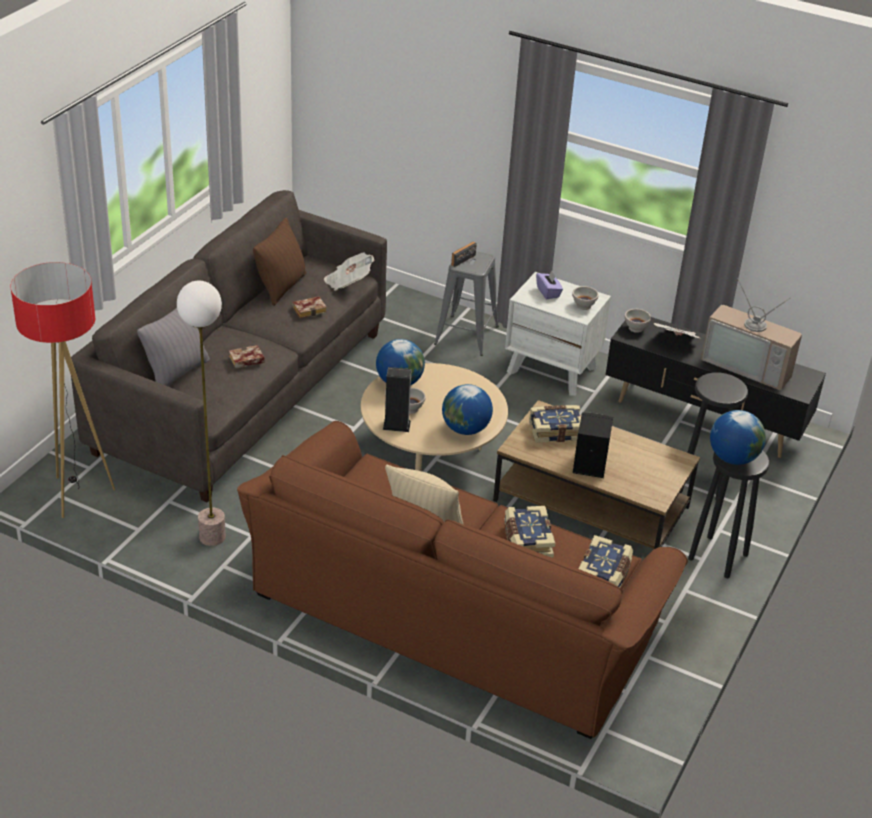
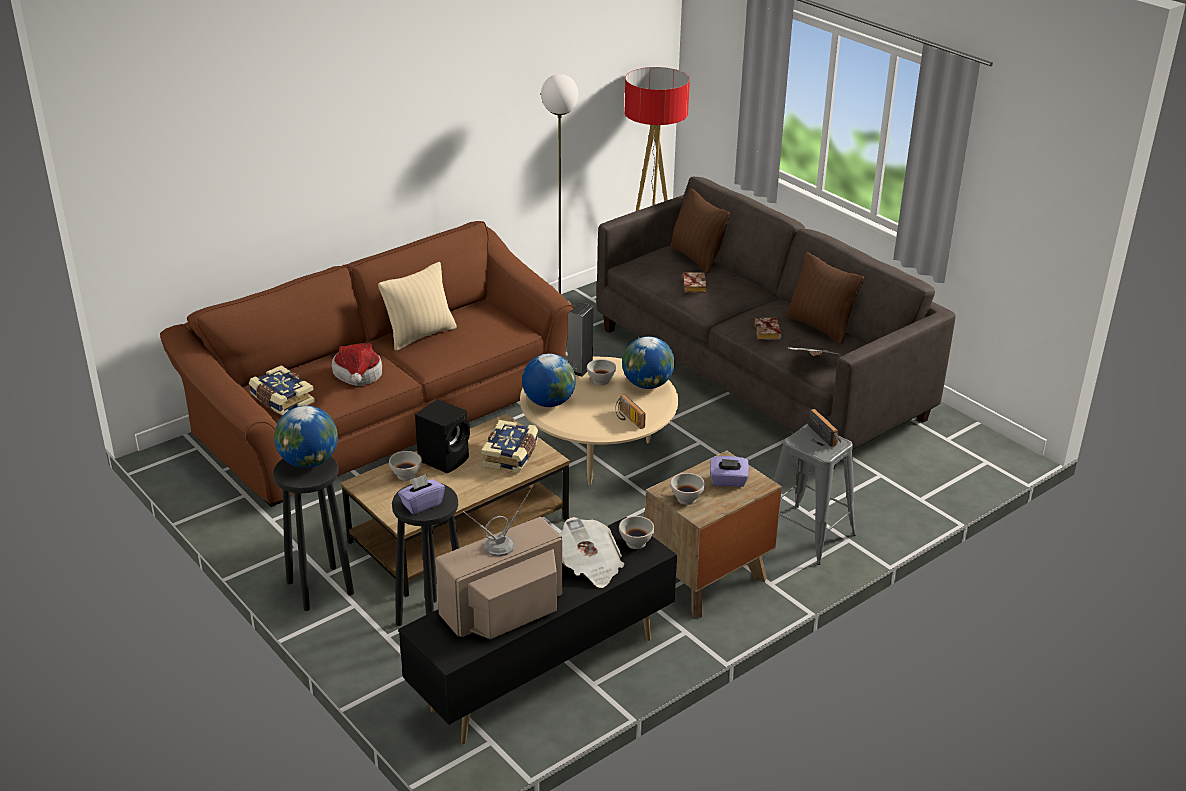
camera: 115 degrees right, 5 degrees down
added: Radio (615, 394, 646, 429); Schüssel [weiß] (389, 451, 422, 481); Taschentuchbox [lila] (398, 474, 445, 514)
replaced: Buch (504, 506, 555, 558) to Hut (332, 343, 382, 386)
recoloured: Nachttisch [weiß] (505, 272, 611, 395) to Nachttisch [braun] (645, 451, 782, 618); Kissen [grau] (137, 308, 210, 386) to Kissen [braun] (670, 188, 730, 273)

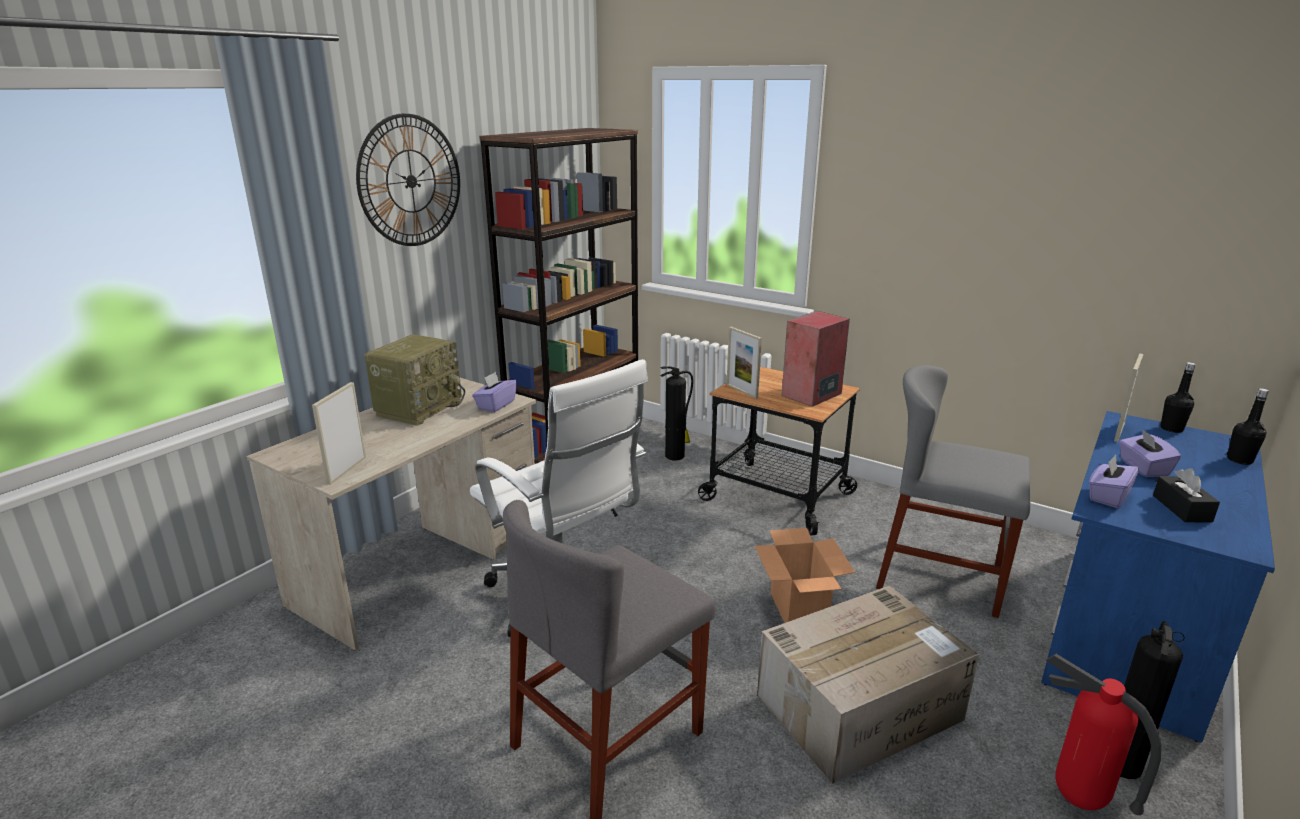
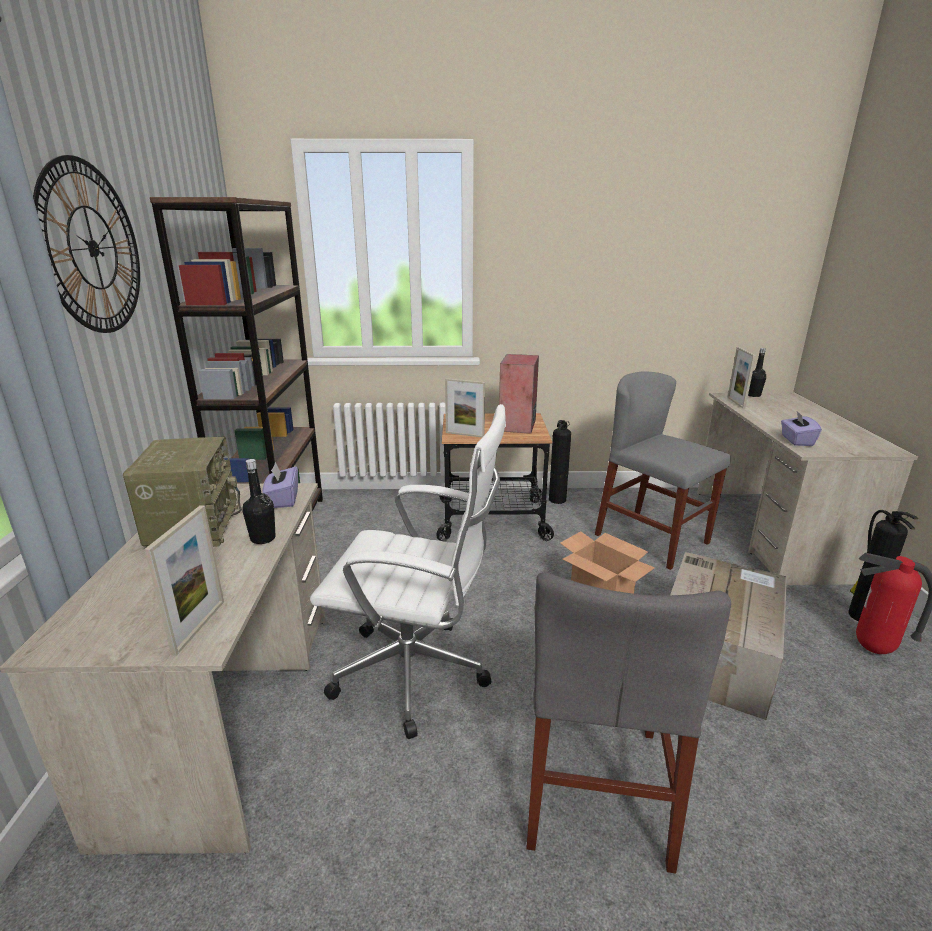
camera: 35 degrees left, 0 degrees up
removed: Taschentuchbox [lila] (1119, 429, 1181, 477); Taschentuchbox [schwarz] (1153, 468, 1220, 522)
moved: Feuerlöscher (660, 366, 693, 460) to (549, 420, 571, 504); Flasche [schwarz] (1227, 388, 1269, 465) to (242, 459, 276, 544)
recoloured: Schreibtisch [blau] (1041, 411, 1275, 743) to Schreibtisch [beige] (697, 392, 918, 585)
turned: Stuhl [grau] (876, 365, 1031, 618) = (595, 371, 731, 570) 60 degrees clockwise; Bilderrahmen (312, 382, 366, 485) = (144, 505, 224, 656) 150 degrees counterclockwise

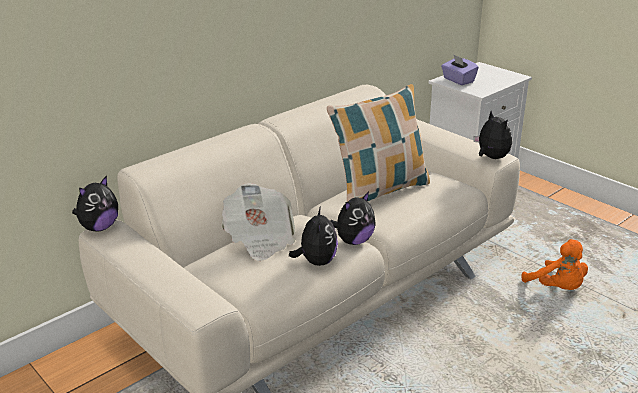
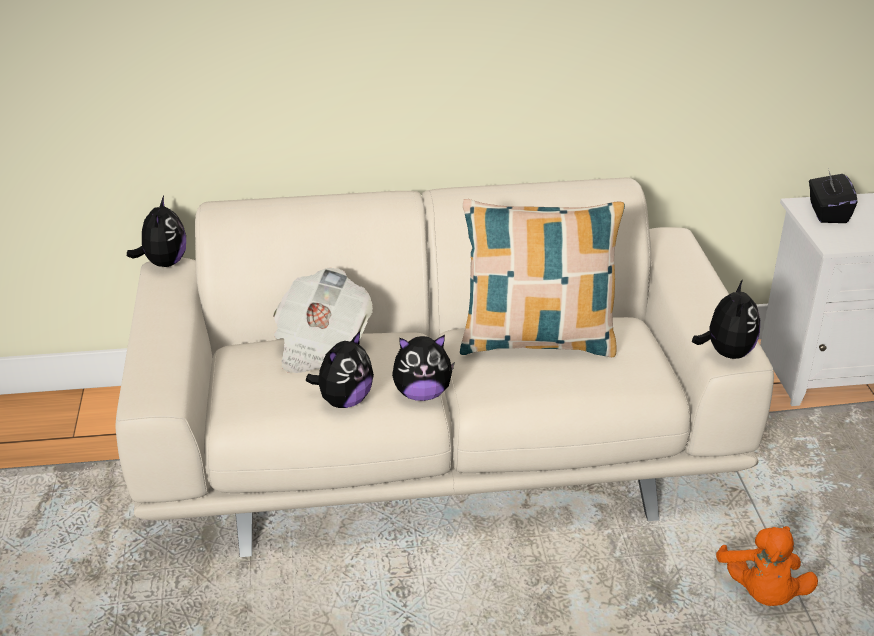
camera: 35 degrees right, 5 degrees up
recoloured: Taschentuchbox [lila] (441, 54, 479, 85) to Taschentuchbox [schwarz] (809, 168, 858, 223)
turned: Plüschtier (72, 175, 118, 231) = (127, 196, 186, 267) 75 degrees counterclockwise

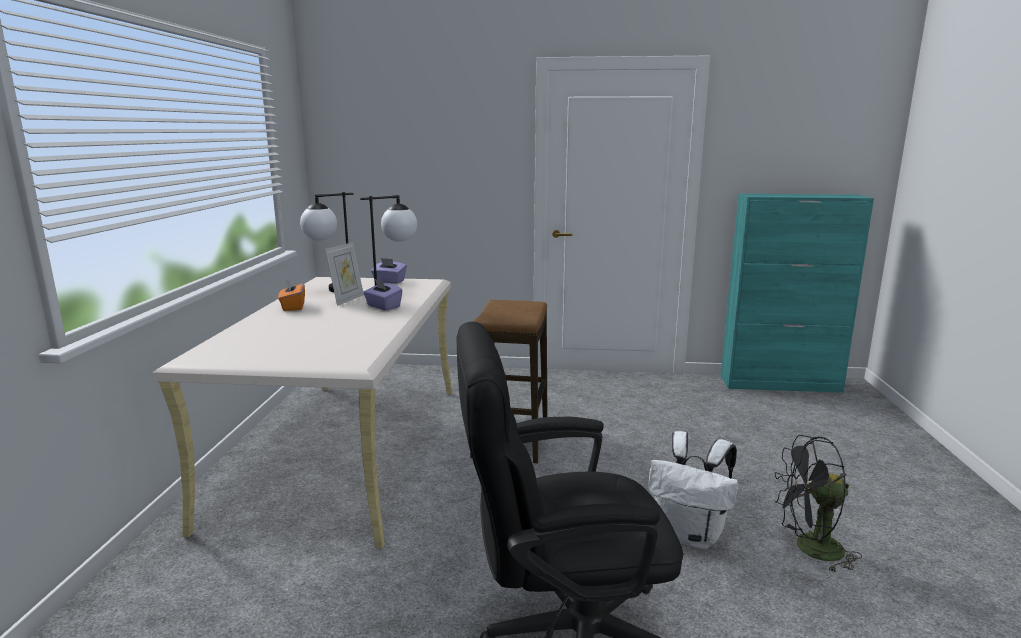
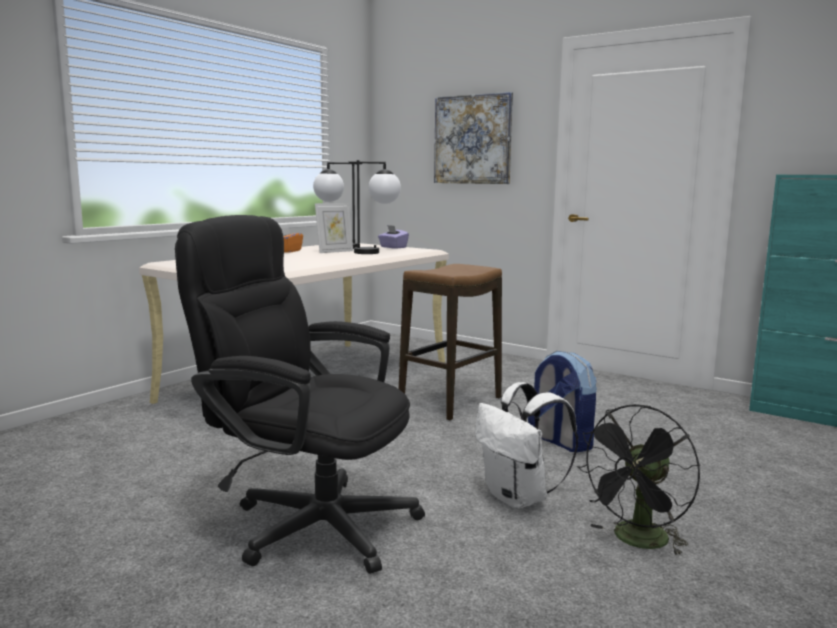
camera: 30 degrees right, 5 degrees down
removed: Taschentuchbox [lila] (363, 279, 402, 310)
added: Bild (434, 92, 513, 184); Rucksack (528, 351, 597, 452)
turned: Ventilator [schwarz] (775, 435, 862, 572) = (577, 404, 700, 557) 75 degrees counterclockwise

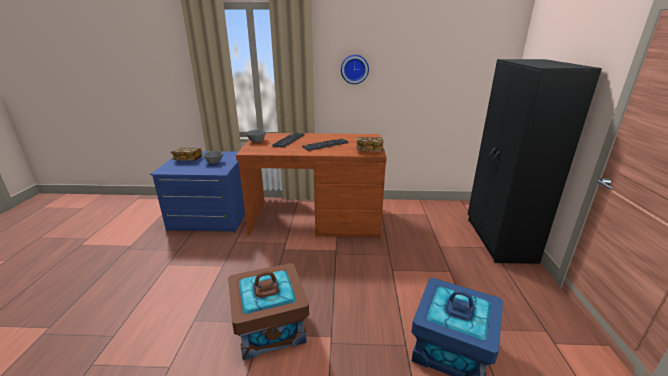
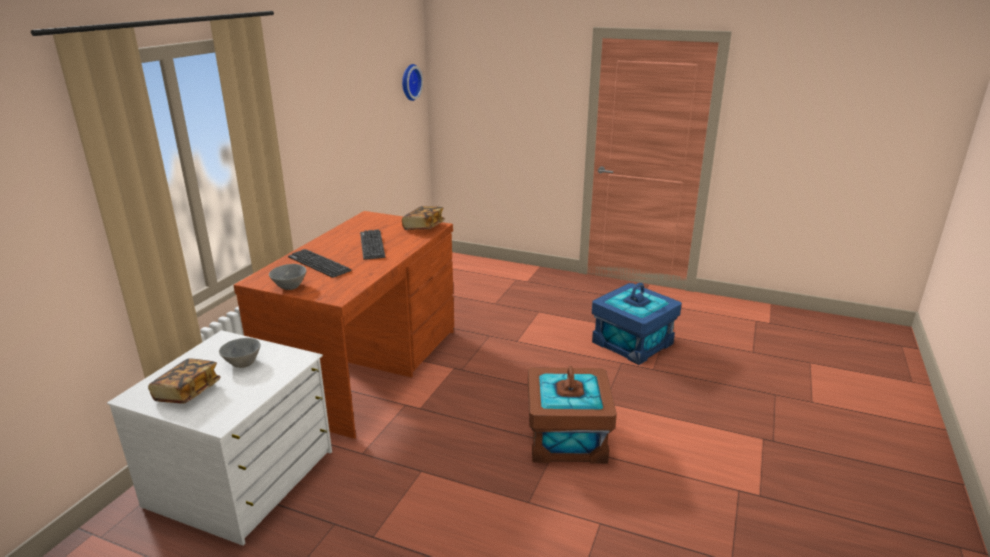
camera: 70 degrees left, 0 degrees up
removed: Kleiderschrank [schwarz] (468, 59, 602, 264)
moved: Wanduhr (341, 55, 369, 84) to (402, 64, 423, 101)
recoloured: Kommode [blau] (150, 151, 245, 233) to Kommode [weiß] (107, 330, 332, 546)

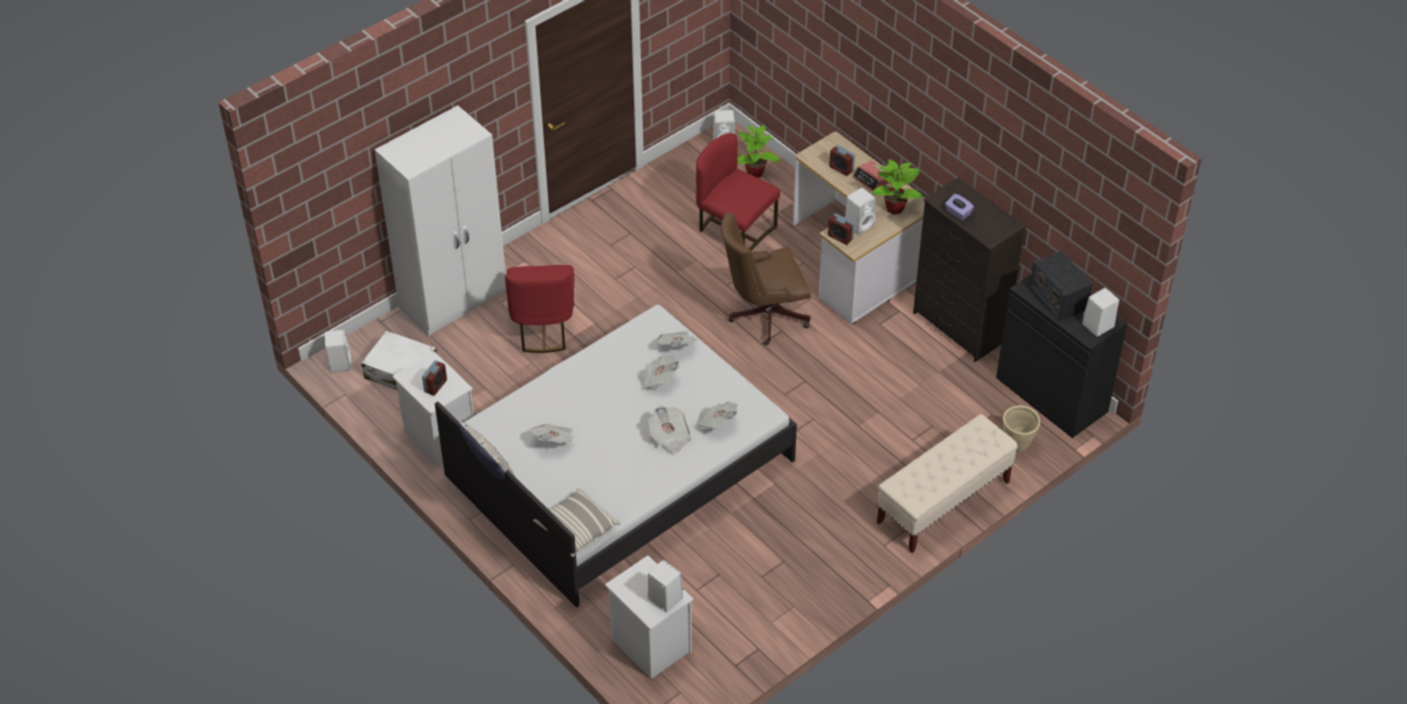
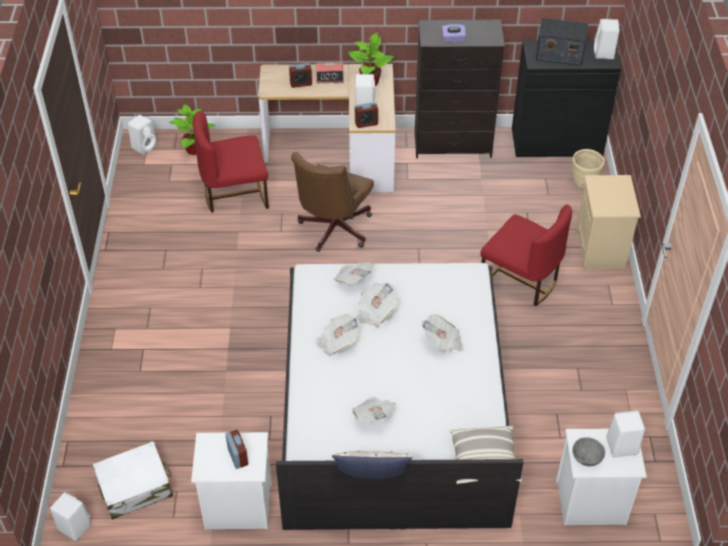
camera: 50 degrees left, 0 degrees up
removed: Kleiderschrank [weiß] (375, 105, 506, 336)
added: Schüssel [grau] (573, 437, 605, 466)
moved: Stuhl [rot] (505, 265, 574, 353) to (481, 204, 572, 306); Zeitung (696, 402, 738, 429) to (315, 313, 360, 356)
replaced: Bank [beige] (877, 414, 1018, 553) to Nachttisch [beige] (576, 175, 641, 270)

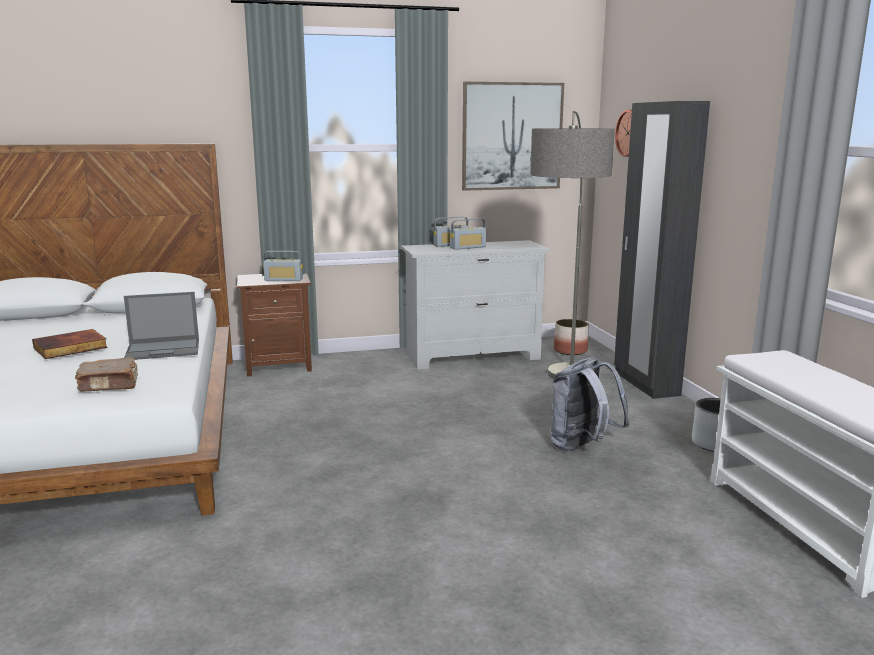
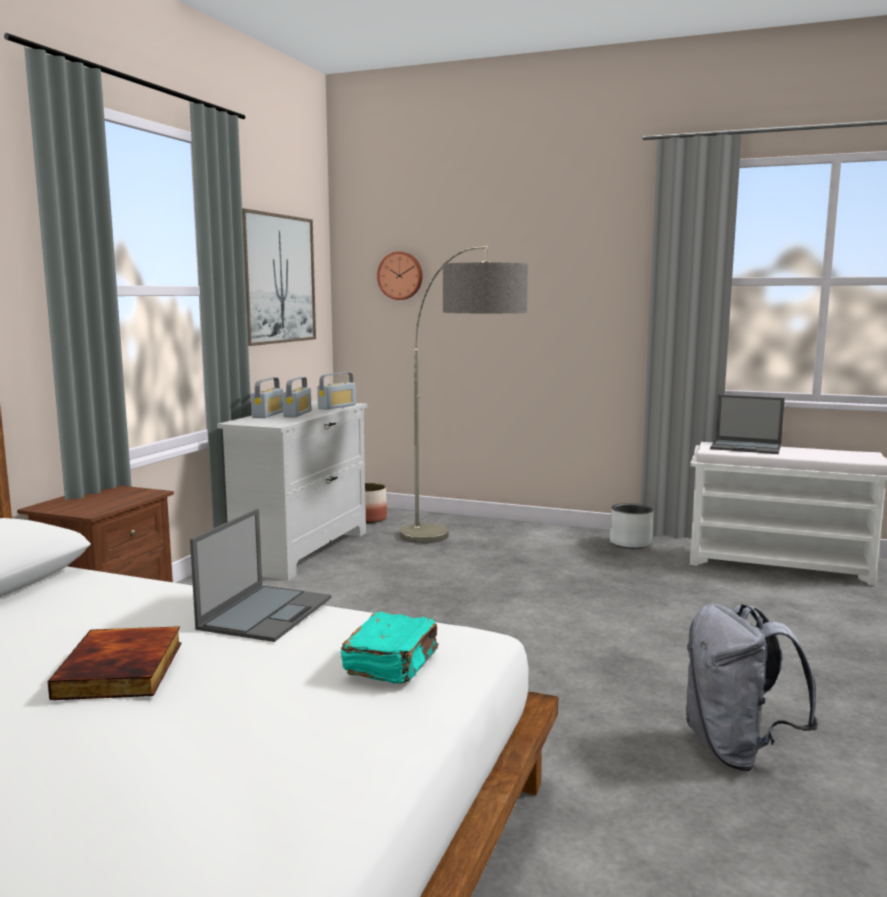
camera: 55 degrees left, 5 degrees down
removed: Kleiderschrank [schwarz] (614, 101, 710, 399)
added: Laptop (710, 395, 785, 454)
moved: Radio (263, 251, 303, 281) to (317, 372, 356, 410); Rucksack [grau] (550, 357, 630, 451) to (685, 603, 818, 771)
recoloured: Buch [braun] (75, 357, 138, 392) to Buch [türkis] (341, 611, 438, 684)

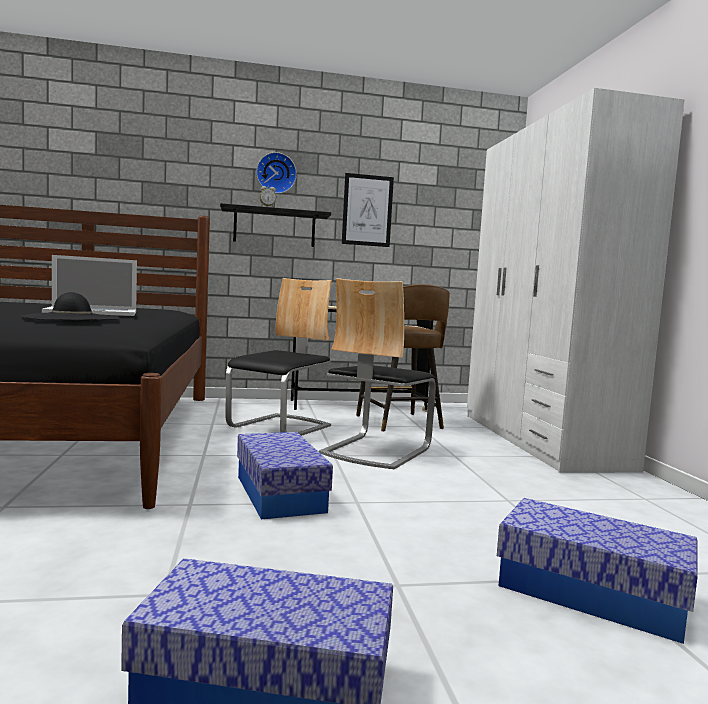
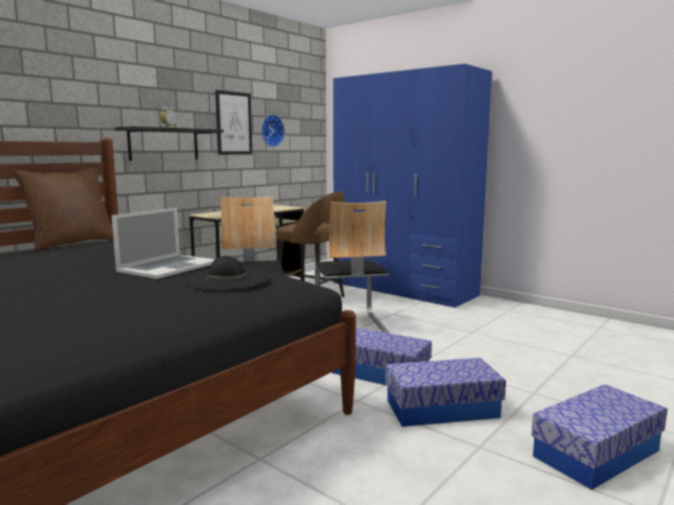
camera: 40 degrees left, 5 degrees up
added: Kissen [braun] (13, 168, 113, 250)
moved: Wanduhr (256, 152, 297, 194) to (261, 115, 285, 147); Aufbewahrungsbox (497, 498, 698, 644) to (385, 358, 506, 427)
recoloured: Kleiderschrank [weiß] (467, 88, 685, 473) to Kleiderschrank [blau] (333, 64, 492, 308)

